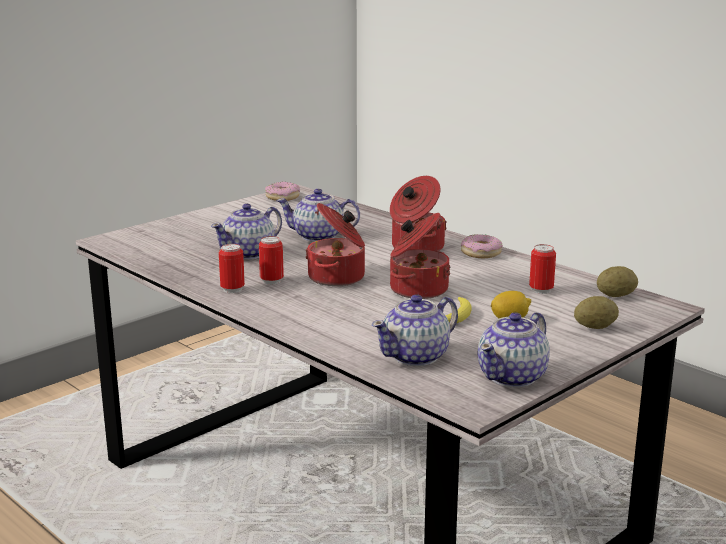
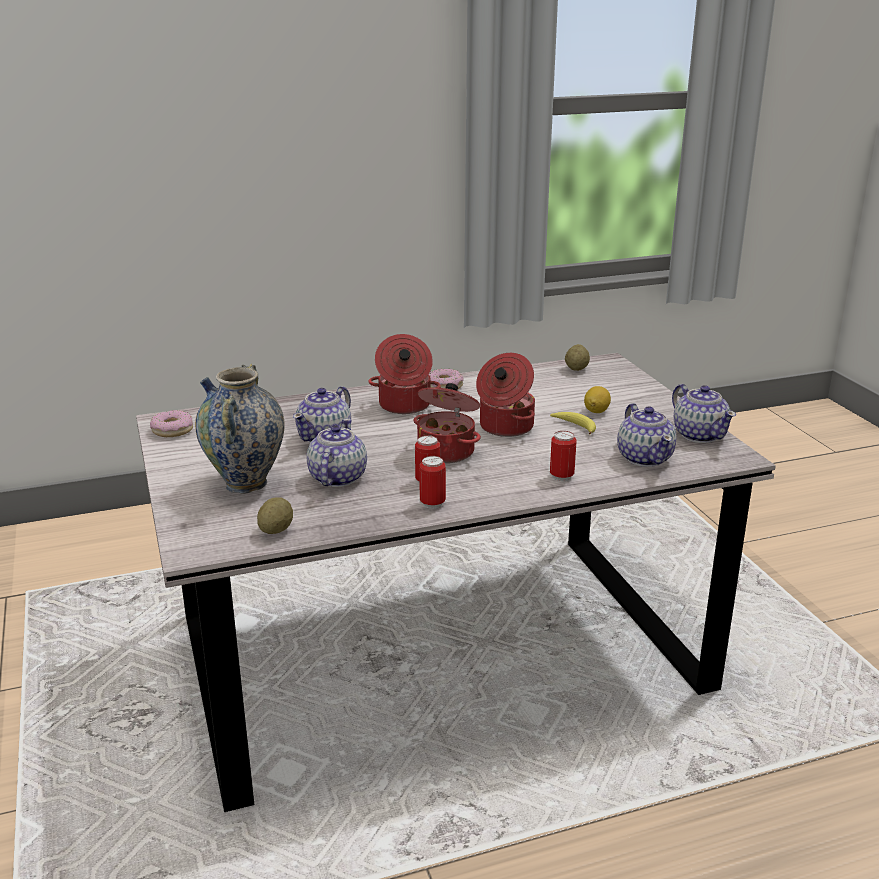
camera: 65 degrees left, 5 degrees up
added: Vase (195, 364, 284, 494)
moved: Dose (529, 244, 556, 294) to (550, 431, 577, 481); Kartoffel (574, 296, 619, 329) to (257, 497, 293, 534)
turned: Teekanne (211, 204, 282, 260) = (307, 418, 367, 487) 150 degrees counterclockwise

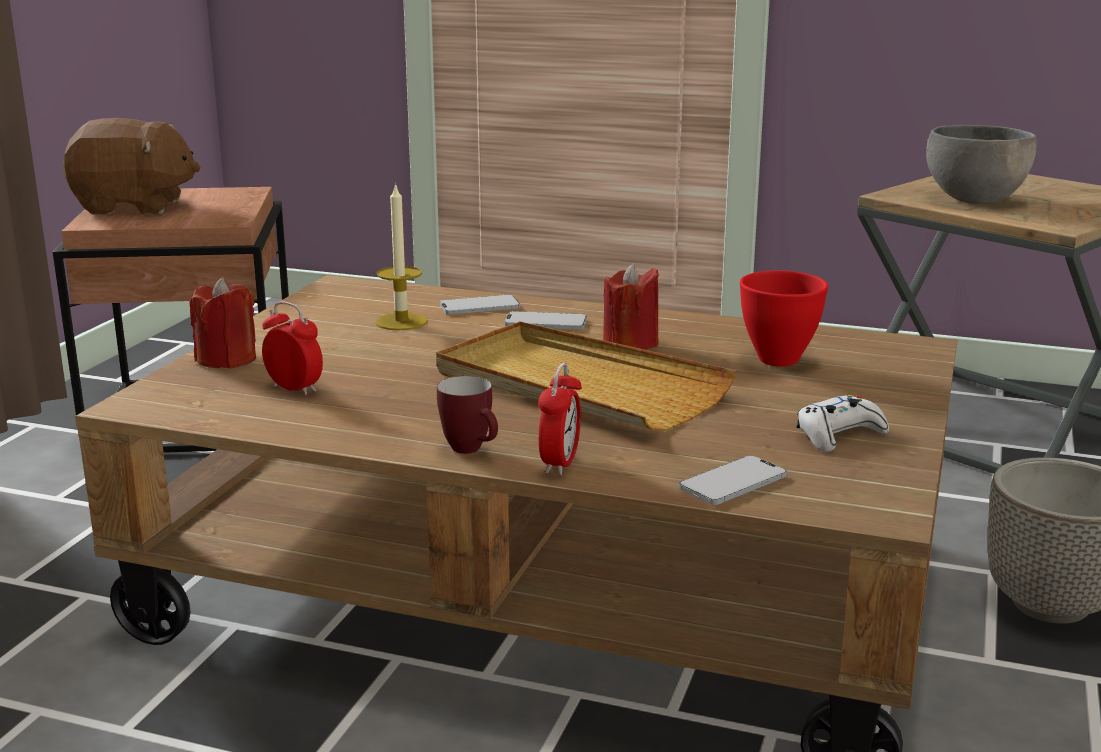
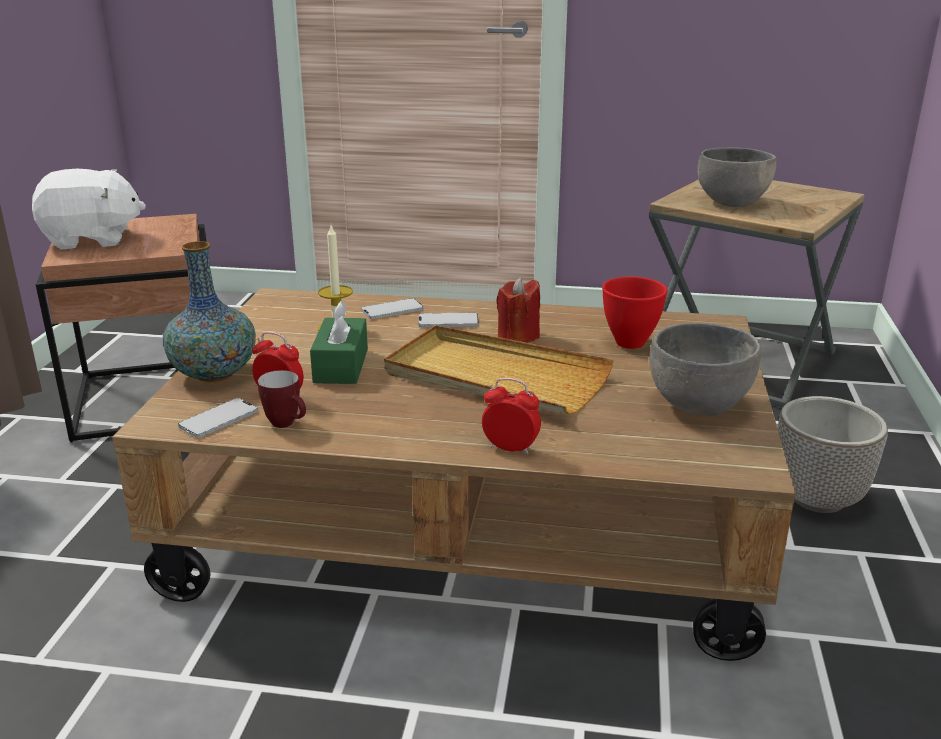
camera: 10 degrees left, 5 degrees up
added: Taschentuchbox [grün] (310, 301, 368, 384)
moved: Henkelbecher (437, 376, 498, 454) to (258, 370, 306, 428); Handy (678, 455, 787, 505) to (178, 398, 258, 438)
replaced: Kerze [rot] (190, 277, 256, 369) to Vase (163, 241, 256, 382); Gamepad [weiß] (796, 395, 889, 452) to Schüssel [grau] (649, 323, 761, 416)
recoloured: Plüschtier [braun] (63, 118, 200, 215) to Plüschtier [weiß] (32, 169, 146, 250)
turned: Wecker (538, 363, 582, 475) = (482, 378, 541, 455) 75 degrees counterclockwise

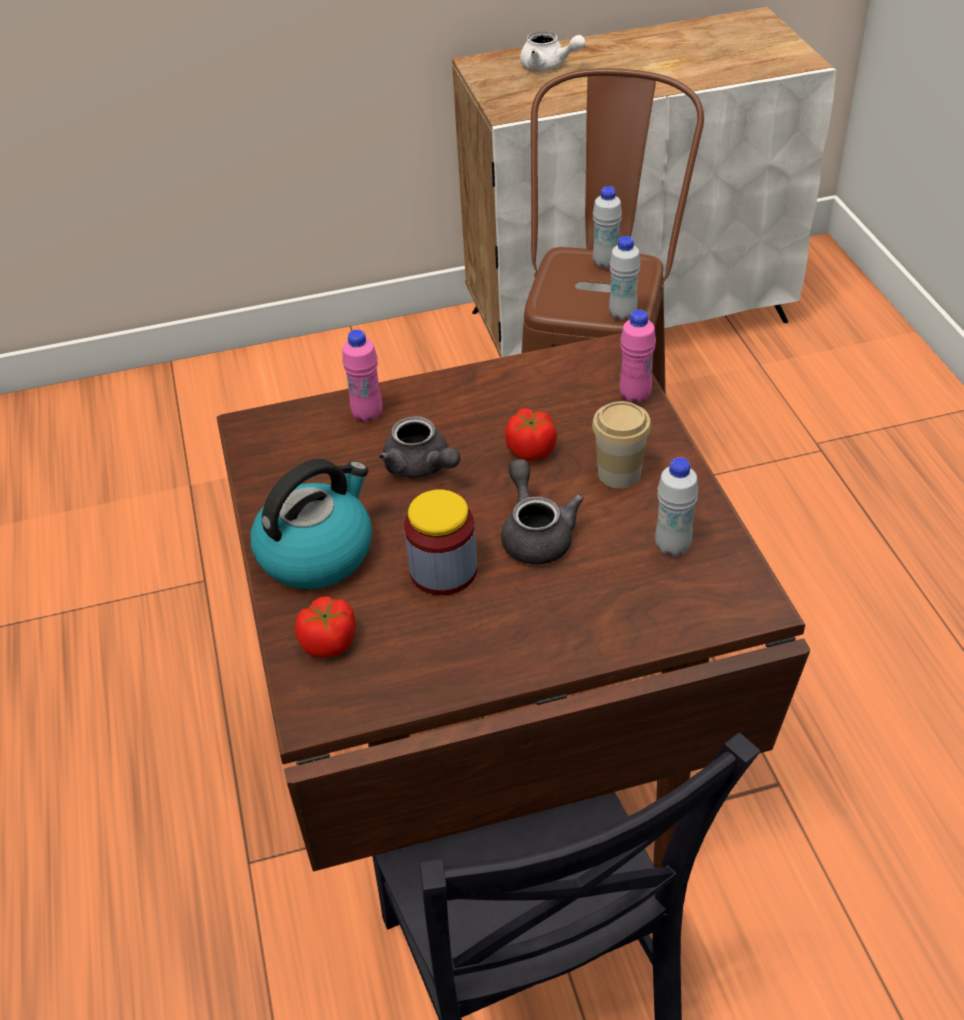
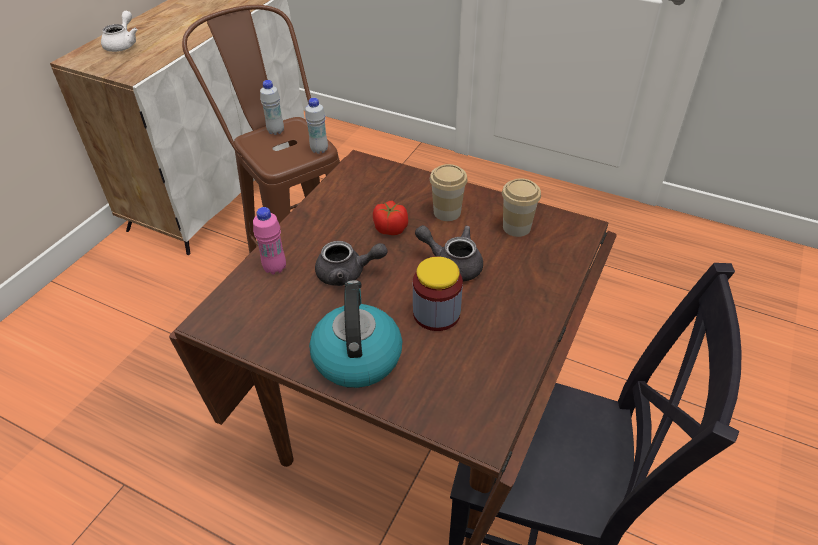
camera: 50 degrees left, 0 degrees up
removed: Flasche [rosa] (620, 310, 656, 403); Tomate (295, 596, 356, 658)
replaced: Flasche [weiß] (655, 457, 698, 557) to Tasse (502, 178, 541, 237)
turned: Teekanne [weiß] (520, 31, 585, 70) = (101, 11, 138, 52) 60 degrees counterclockwise

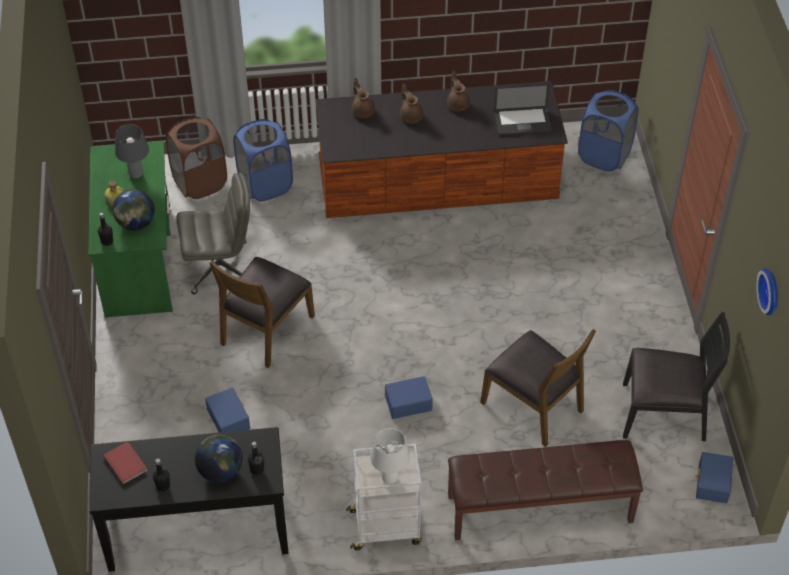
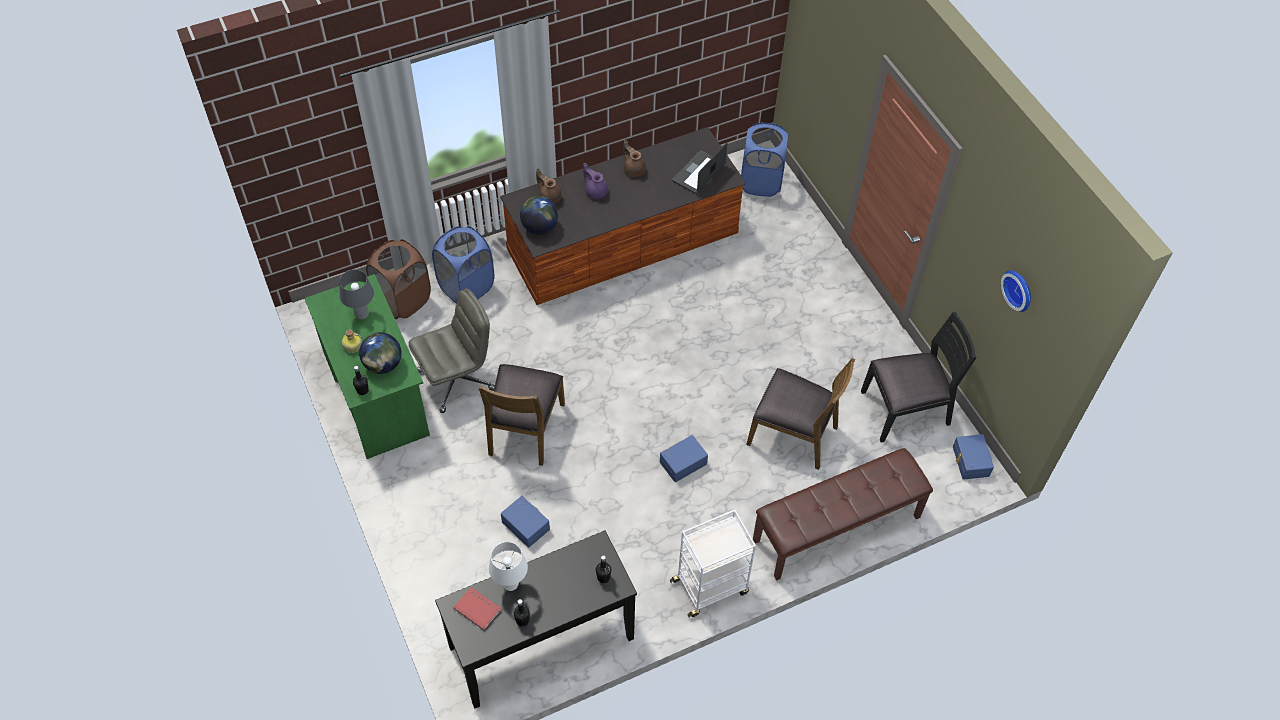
camera: 20 degrees left, 5 degrees up
moved: Tischlampe [weiß] (370, 428, 410, 484) to (489, 542, 528, 591); Globus (195, 435, 243, 483) to (520, 196, 558, 234)
recoloured: Teekanne [braun] (400, 83, 423, 124) to Teekanne [lila] (583, 163, 608, 199)
turned: Laptop (494, 84, 552, 135) = (672, 143, 727, 194) 150 degrees clockwise

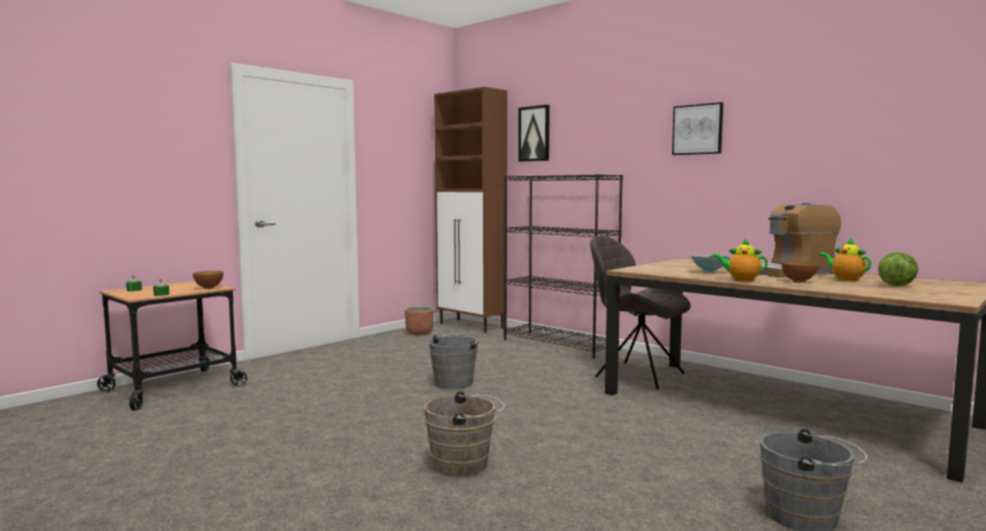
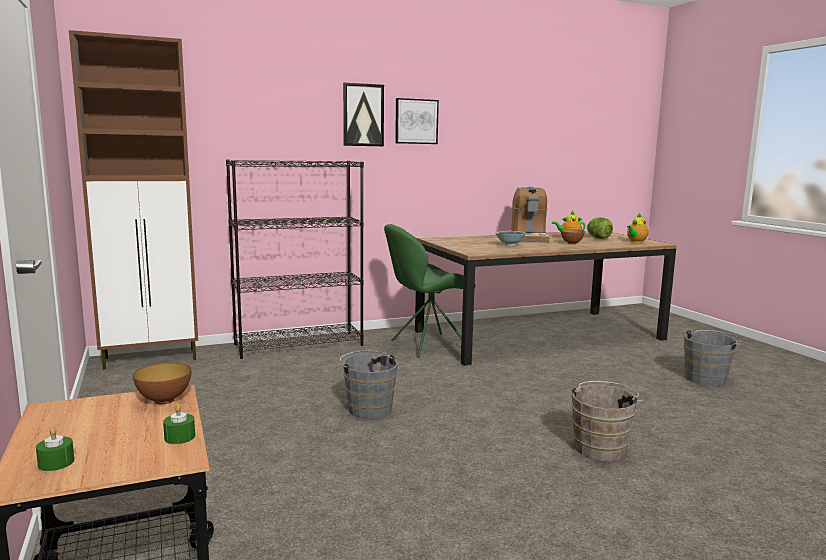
camera: 65 degrees left, 5 degrees up
removed: Pflanzkübel (405, 306, 434, 335)
moved: Bild (518, 105, 550, 162) to (343, 83, 384, 146); Teekanne (712, 238, 768, 282) to (627, 213, 649, 243)
recoloured: Stuhl [grau] (590, 236, 691, 389) to Stuhl [grün] (384, 224, 476, 358)

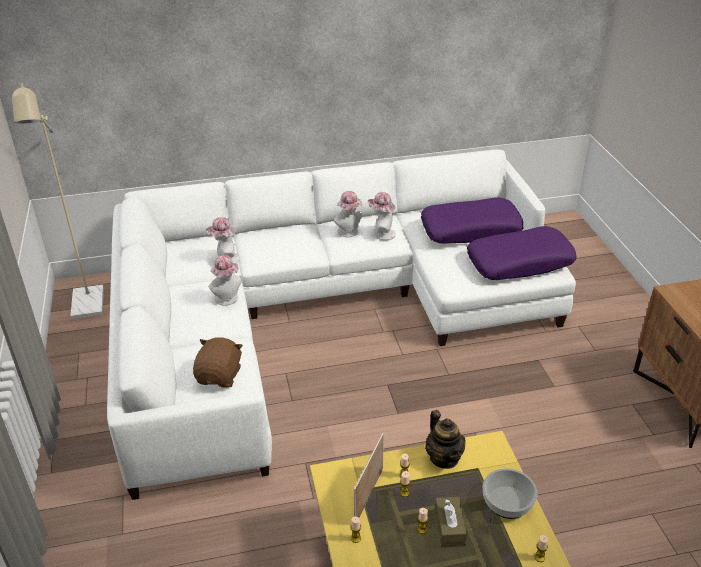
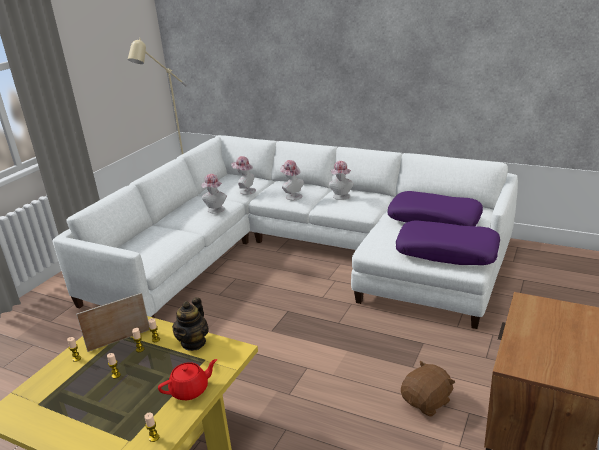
camera: 40 degrees right, 10 degrees down
removed: Taschentuchbox [braun] (435, 497, 467, 547)
moved: Hut (367, 192, 396, 240) to (280, 160, 304, 200); Plüschtier [braun] (193, 338, 243, 388) to (401, 360, 455, 417)
replaced: Schüssel (482, 468, 538, 519) to Teekanne [rot] (158, 359, 217, 400)

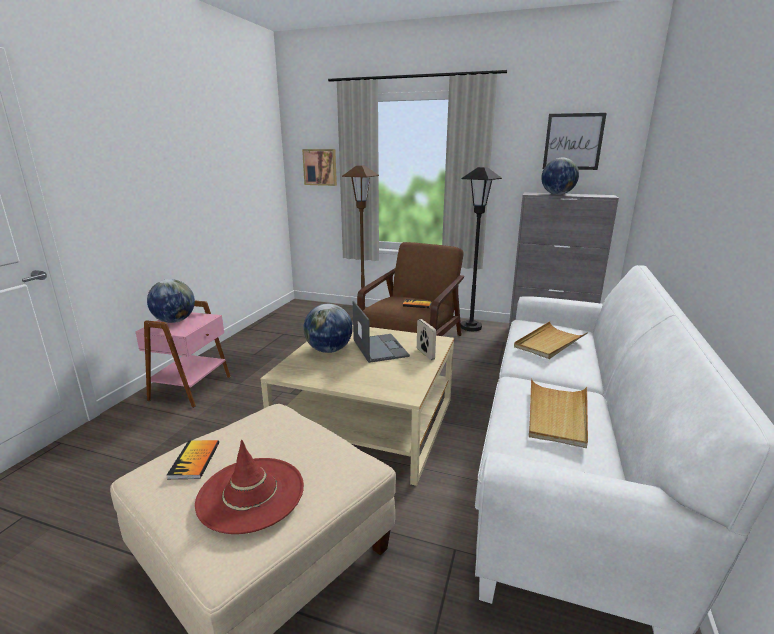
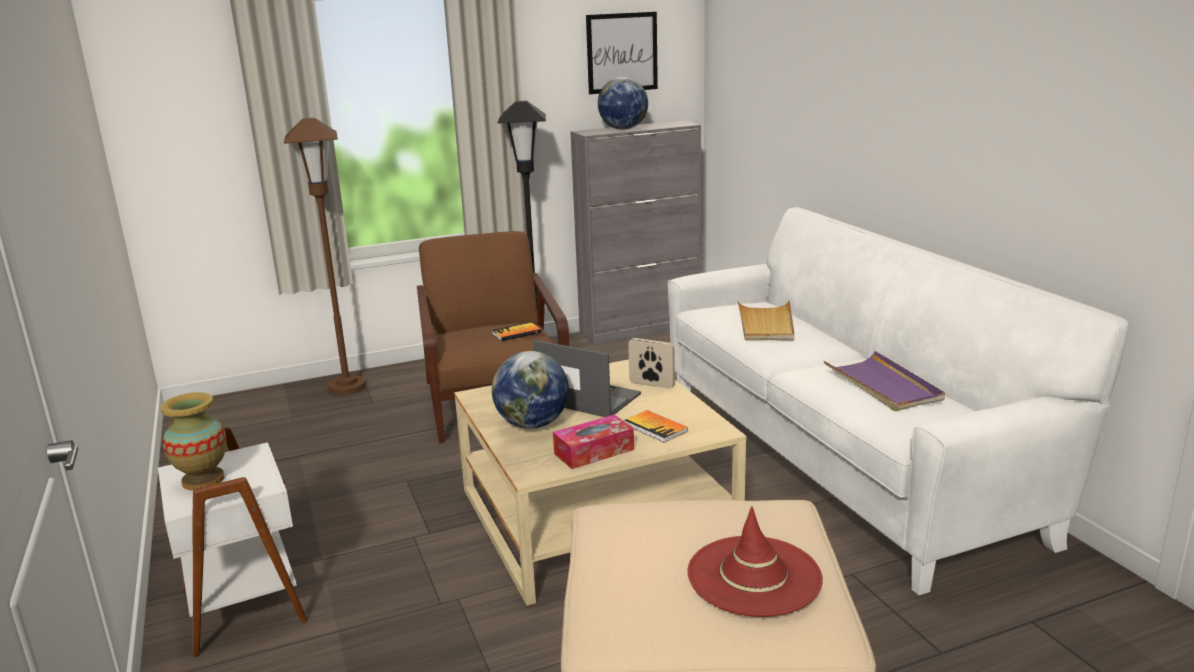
camera: 40 degrees left, 0 degrees up
removed: Bild (302, 149, 337, 186)
added: Taschentuchbox (553, 415, 634, 469)
moved: Buch (167, 440, 219, 479) to (624, 410, 688, 443)
replaced: Globus (147, 279, 195, 323) to Vase (161, 392, 227, 491)
recoloured: Beistelltisch [rosa] (135, 301, 231, 408) to Beistelltisch [weiß] (158, 427, 307, 657); Tablett [beige] (529, 378, 588, 448) to Tablett [lila] (824, 351, 945, 411)

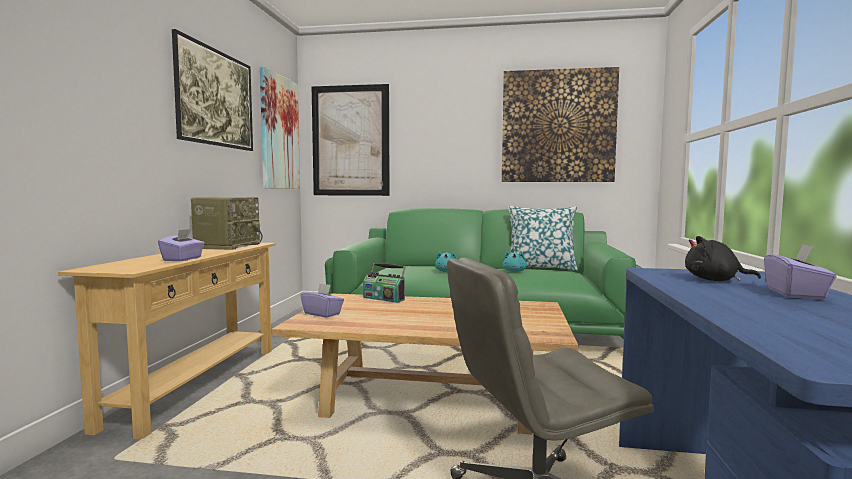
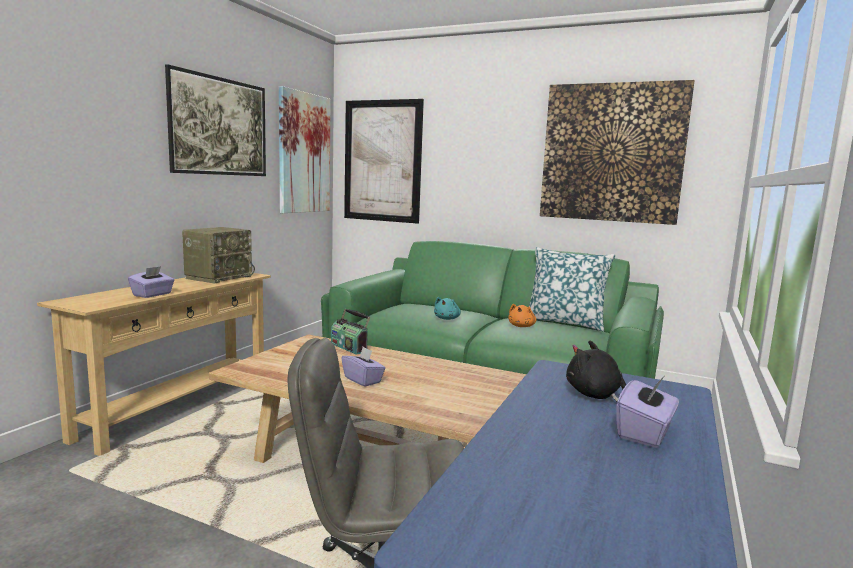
camera: 15 degrees right, 5 degrees up
moved: Taschentuchbox [lila] (300, 283, 344, 318) to (341, 347, 386, 387)
recoloured: Plüschtier [türkis] (502, 252, 527, 272) to Plüschtier [orange] (508, 304, 536, 327)

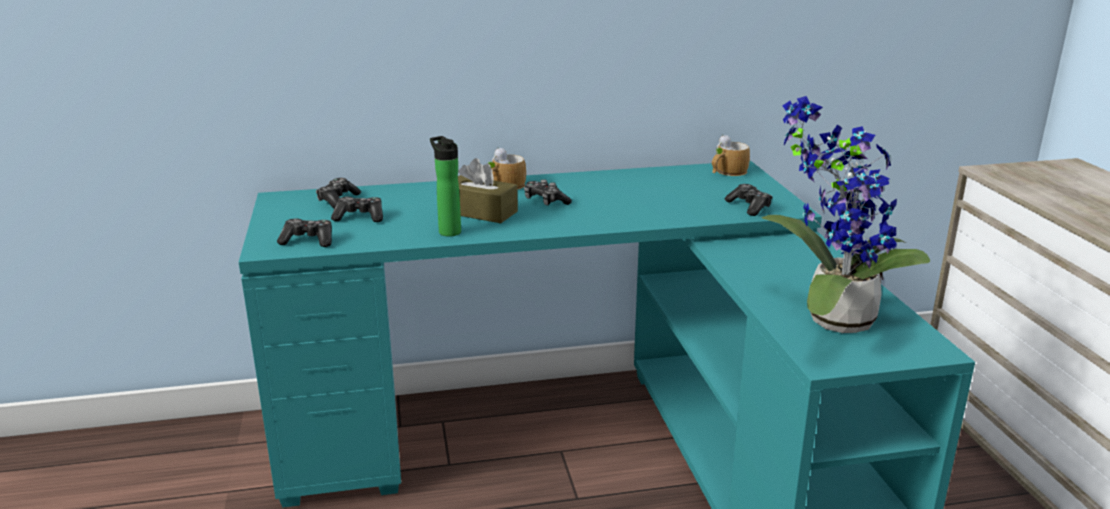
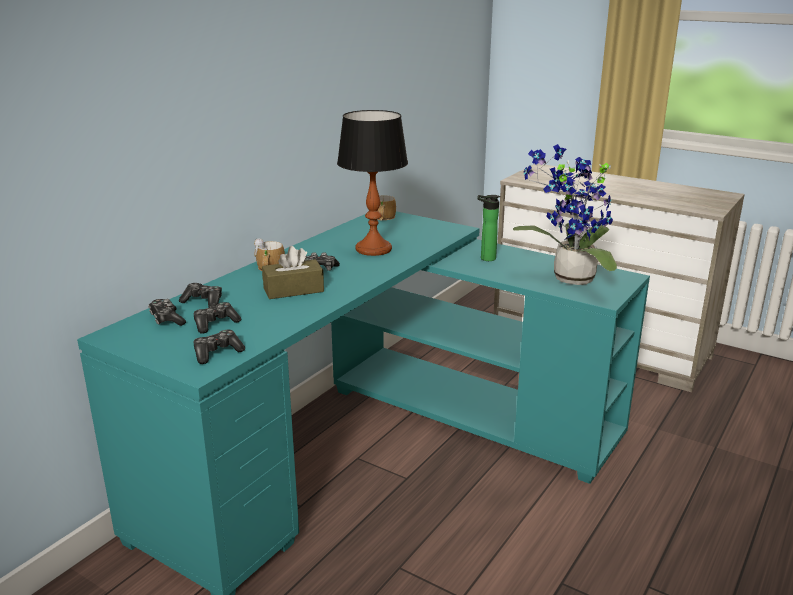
camera: 45 degrees left, 0 degrees up
added: Tischlampe (337, 110, 408, 256)
moved: Flasche (430, 136, 461, 237) to (477, 195, 500, 261); Gamepad (724, 184, 773, 216) to (179, 283, 222, 308)

